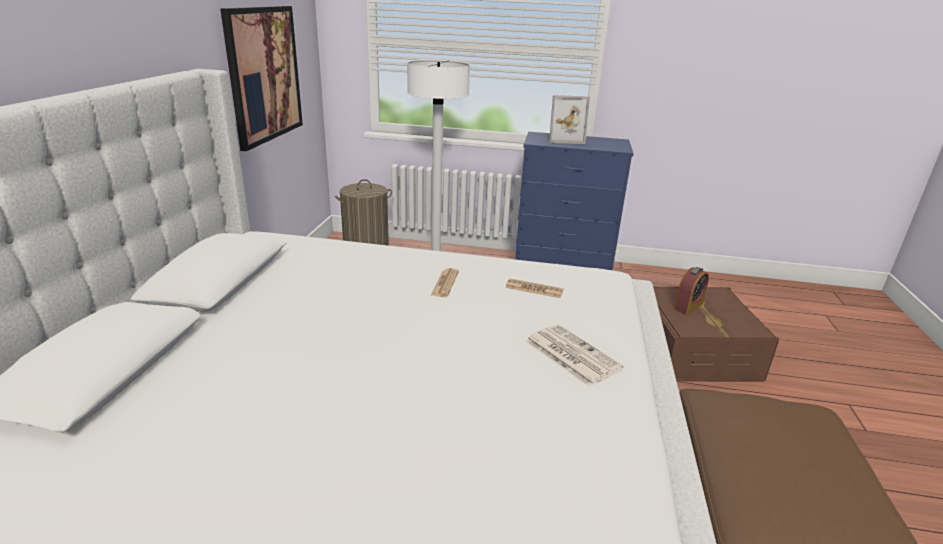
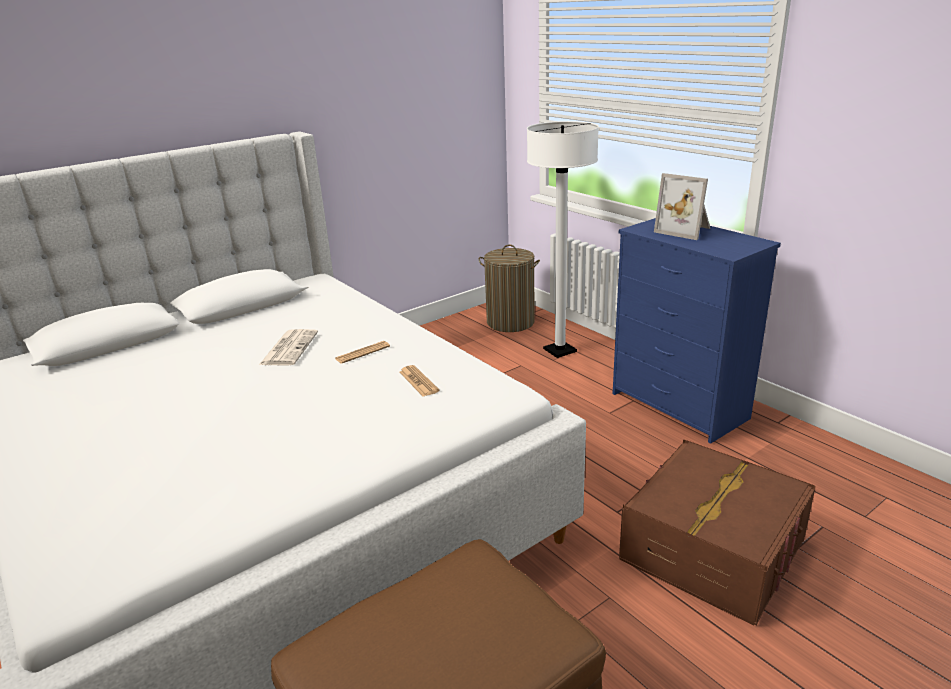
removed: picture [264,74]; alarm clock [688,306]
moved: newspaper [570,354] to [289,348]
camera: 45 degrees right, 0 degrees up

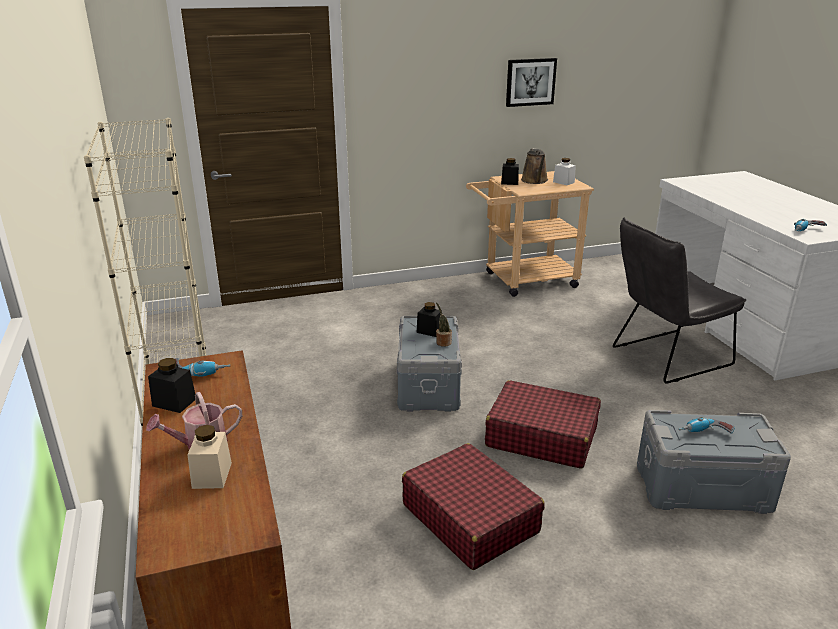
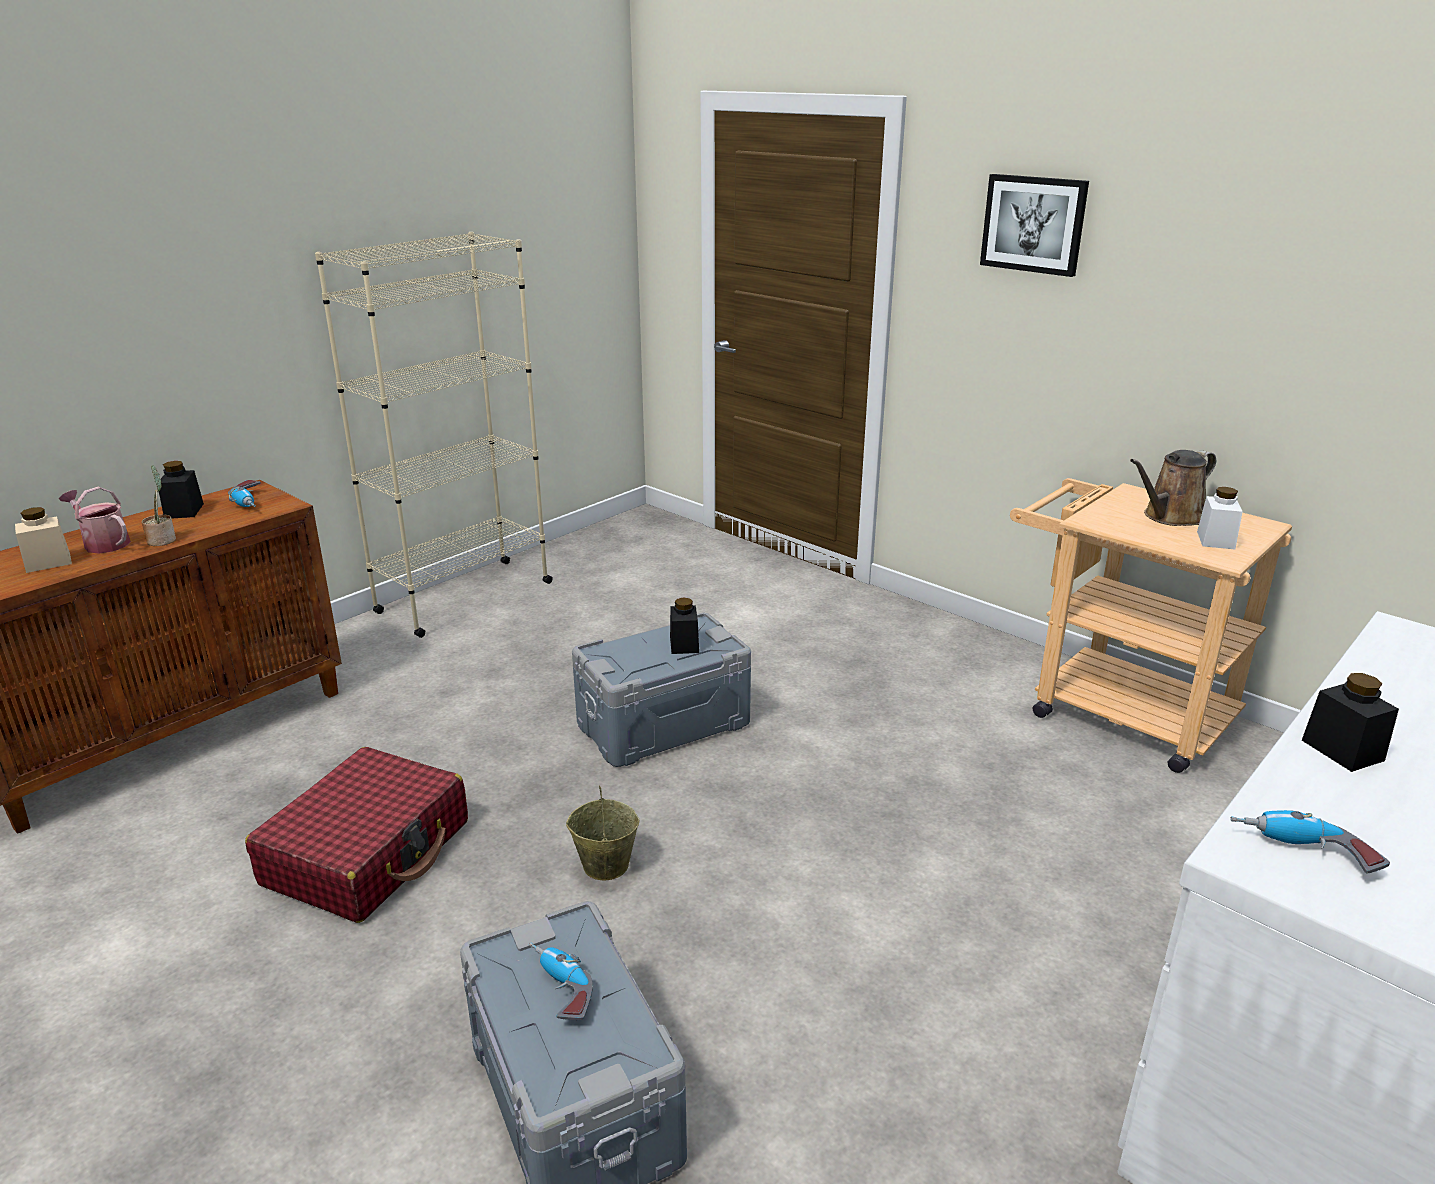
removed: chair (grey) [665,358]
moved: potted plant [442,342] to [163,540]; jar (black) [509,182] to [1342,750]; picture [530,82] to [1034,224]
replaced: suitcase (red) [541,436] to bucket (beige) [604,865]
camera: 60 degrees right, 0 degrees up

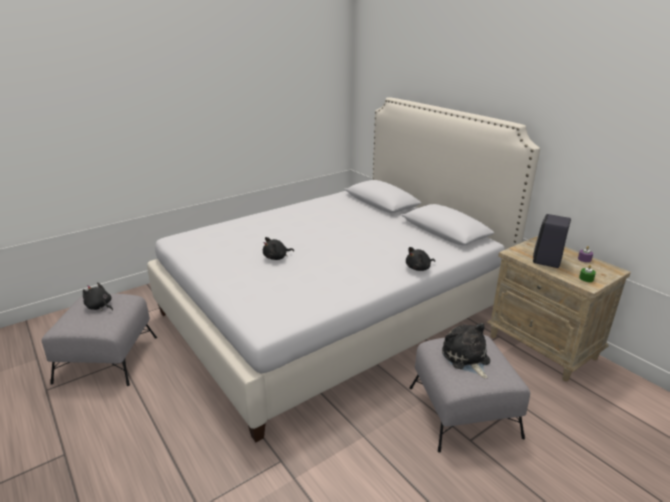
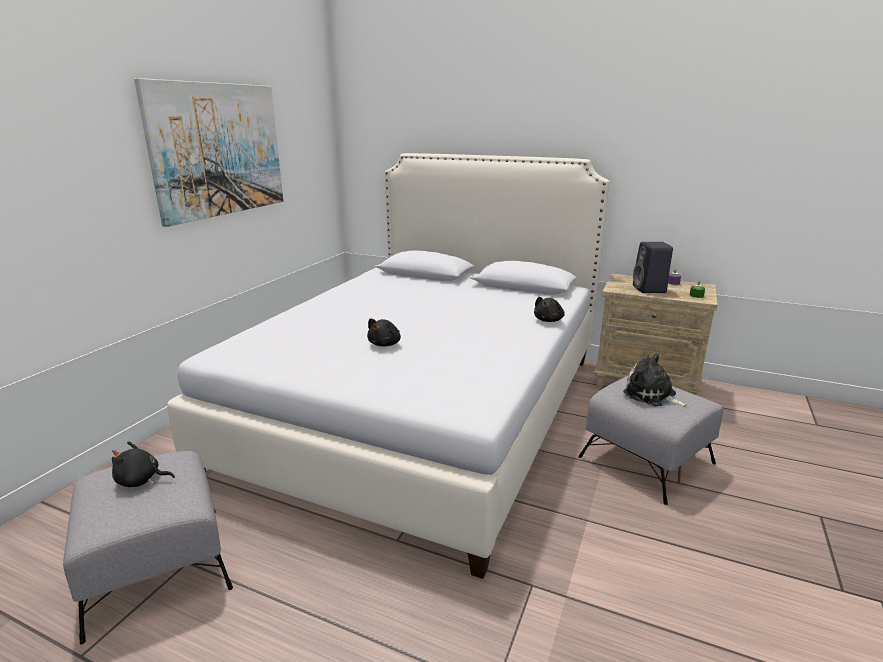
added: picture [218,150]
camera: 30 degrees left, 5 degrees down

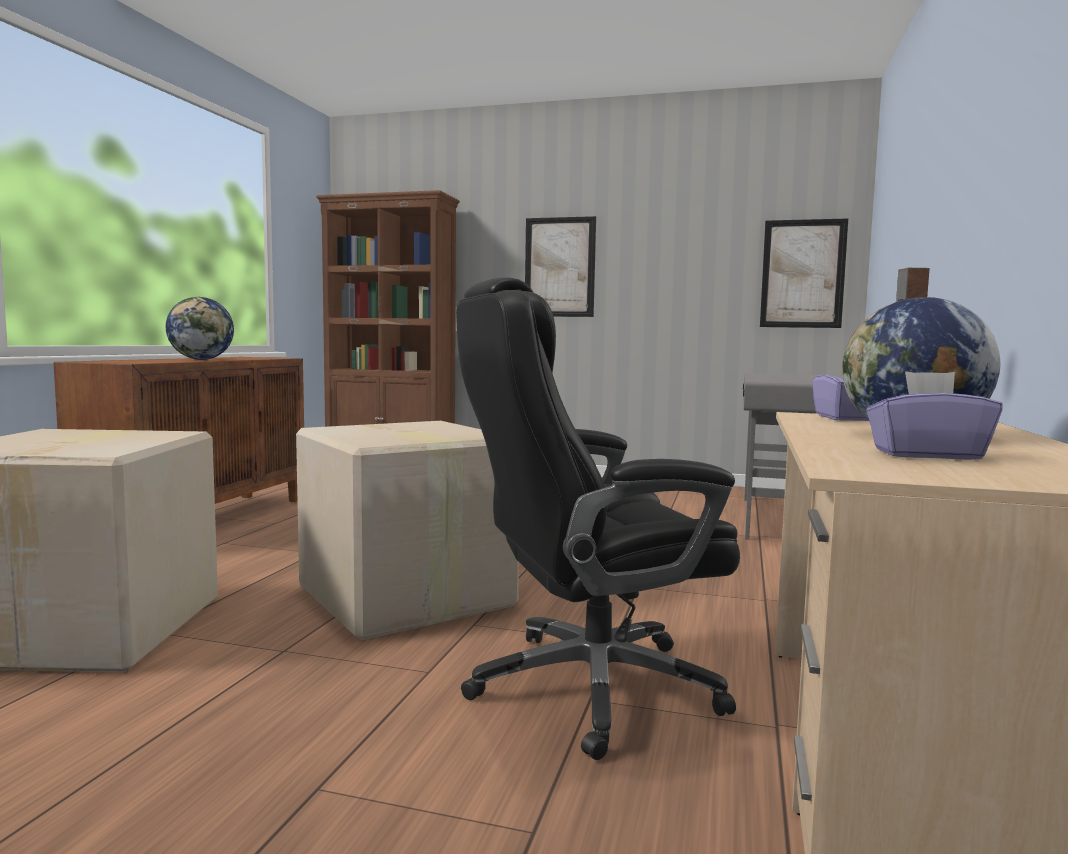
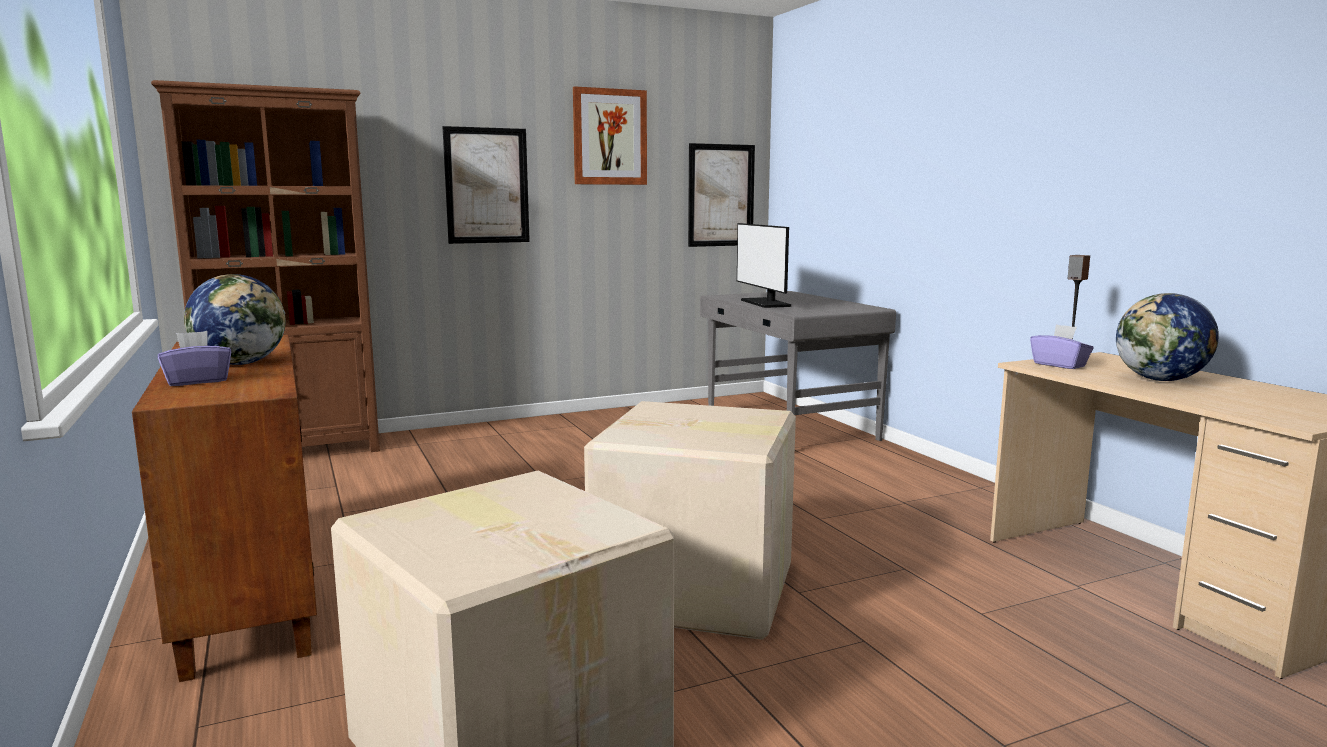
removed: office chair (black) [588,687]
added: picture [609,137]; monitor [765,303]
moved: tissue box (purple) [926,454] to [197,381]
camera: 40 degrees left, 5 degrees up

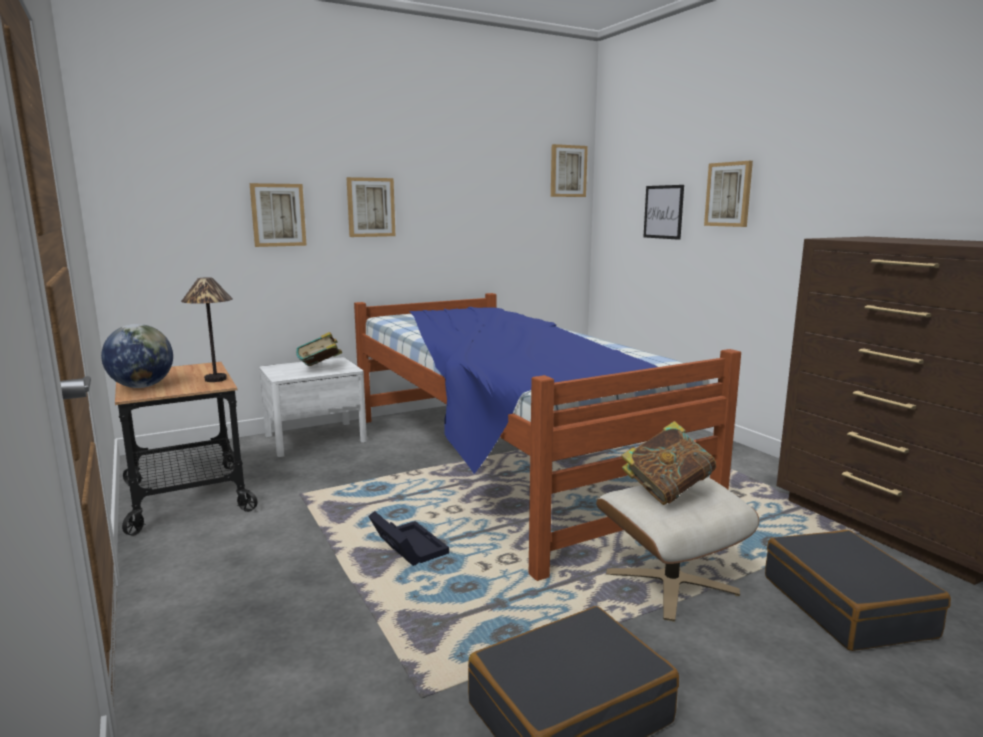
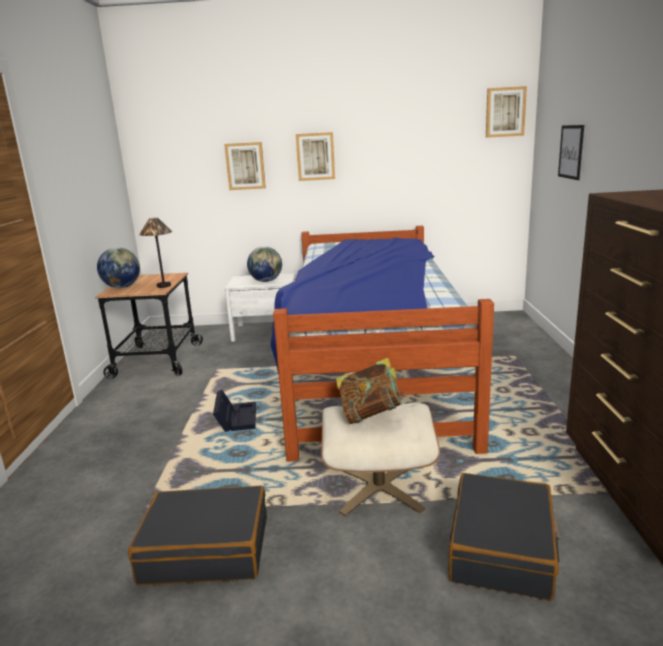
removed: picture [729,194]
replaced: book [320,368] to globe [266,281]
camera: 30 degrees right, 5 degrees up

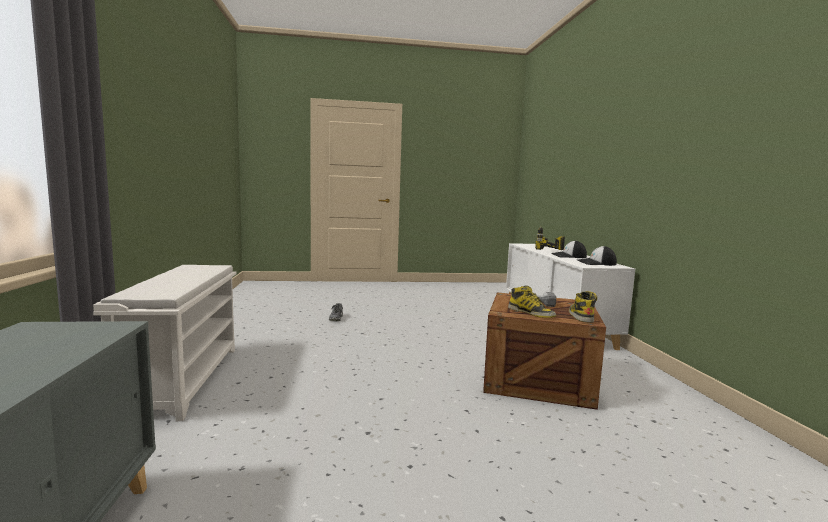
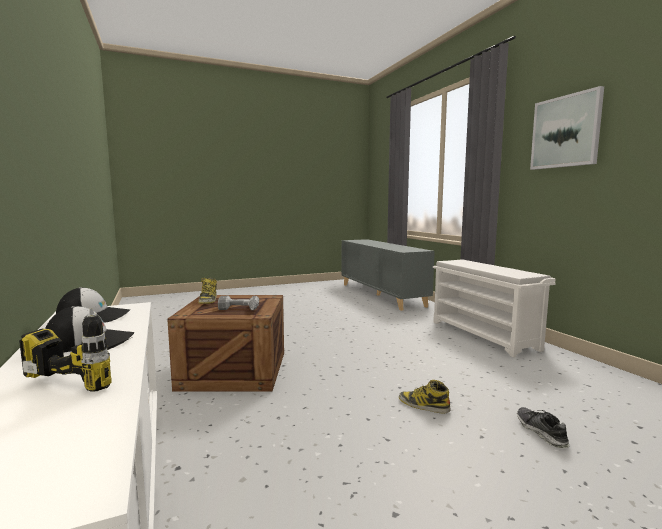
added: picture [565,131]
moved: boot [531,313] to [423,405]
camera: 165 degrees right, 0 degrees up

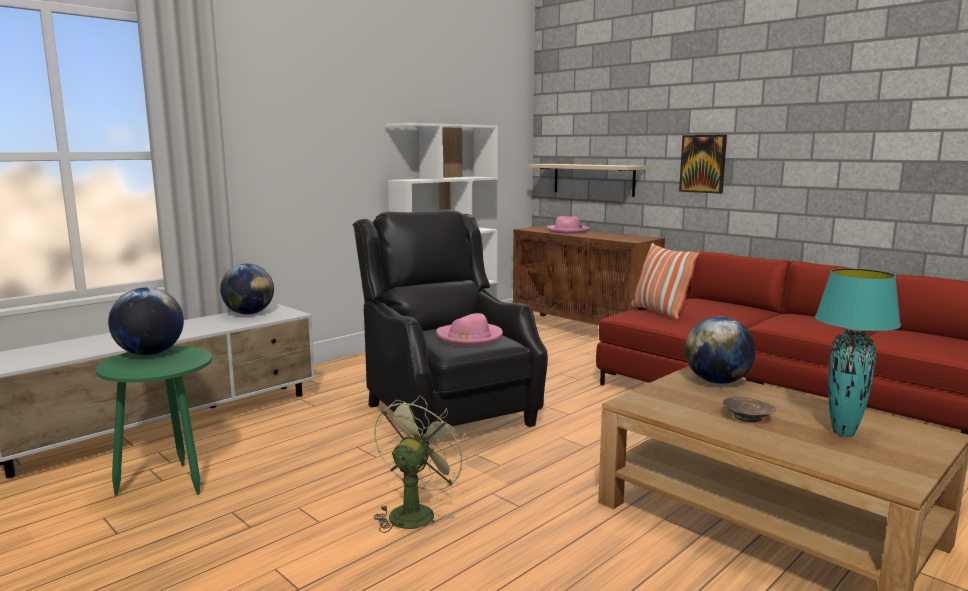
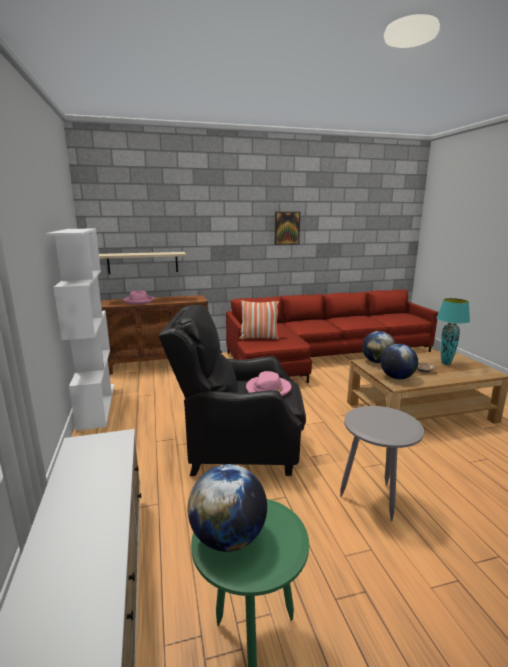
moved: globe [249,313] to [397,378]; picture [703,163] to [287,228]
replaced: fan (green) [415,512] to side table (grey) [374,502]
camera: 60 degrees left, 5 degrees up

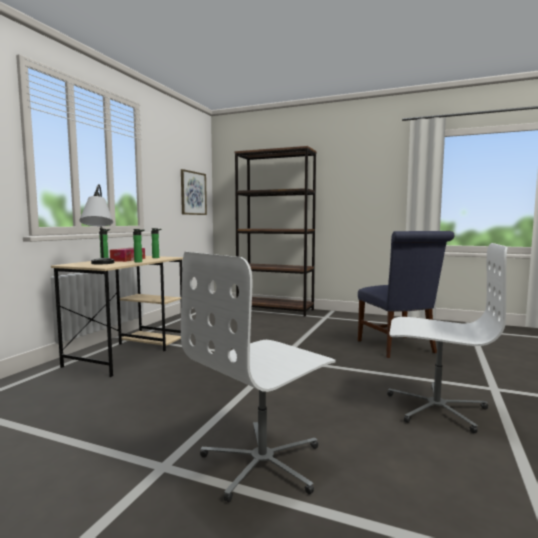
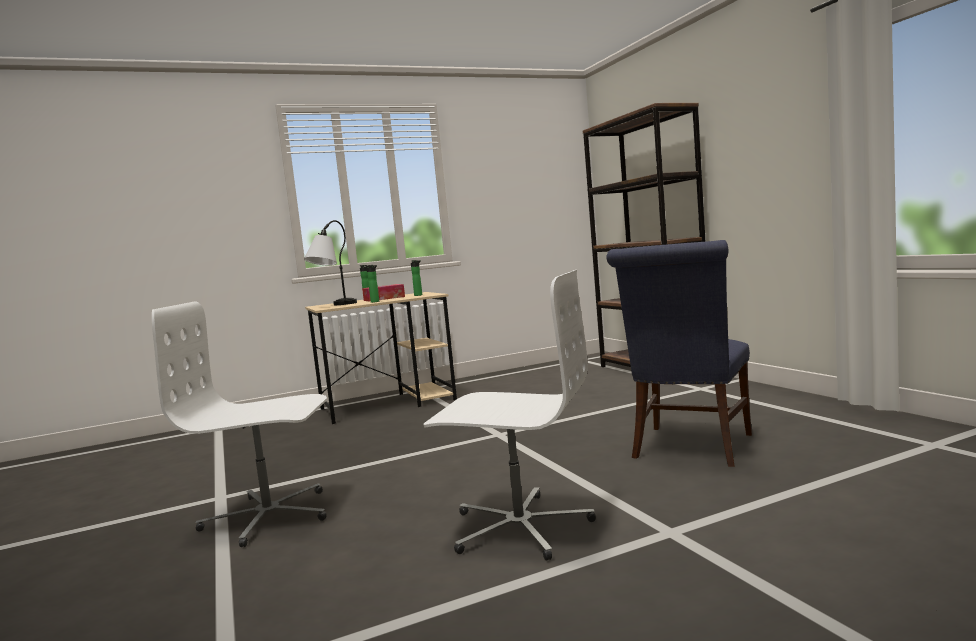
removed: picture [193,193]
turned: office chair (white) [435,408] = [519,527] 45 degrees counterclockwise
camera: 45 degrees right, 0 degrees up

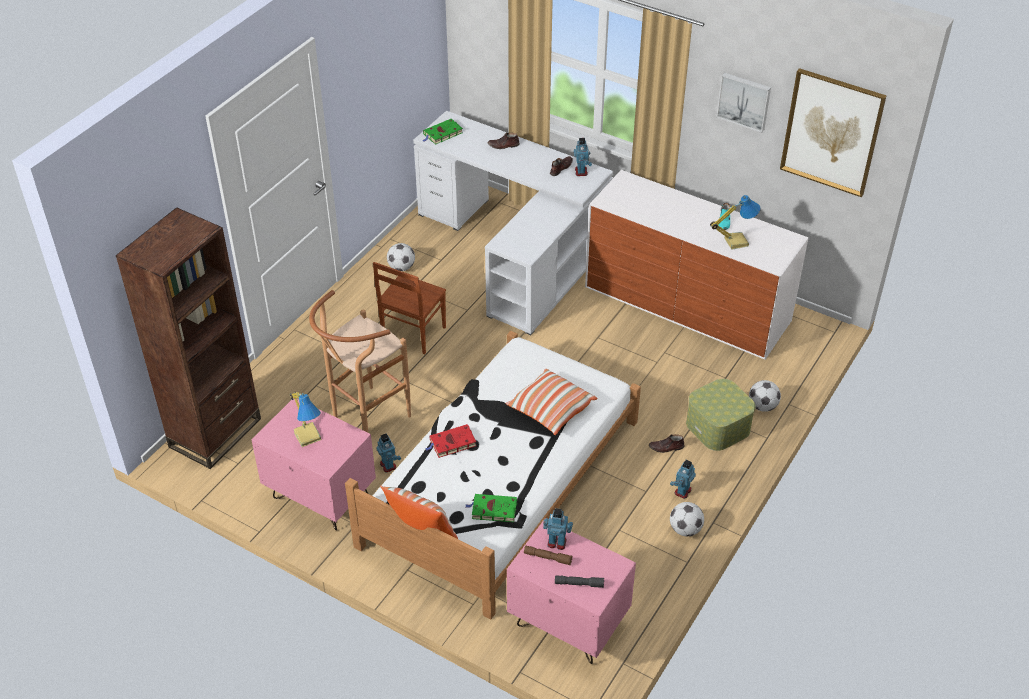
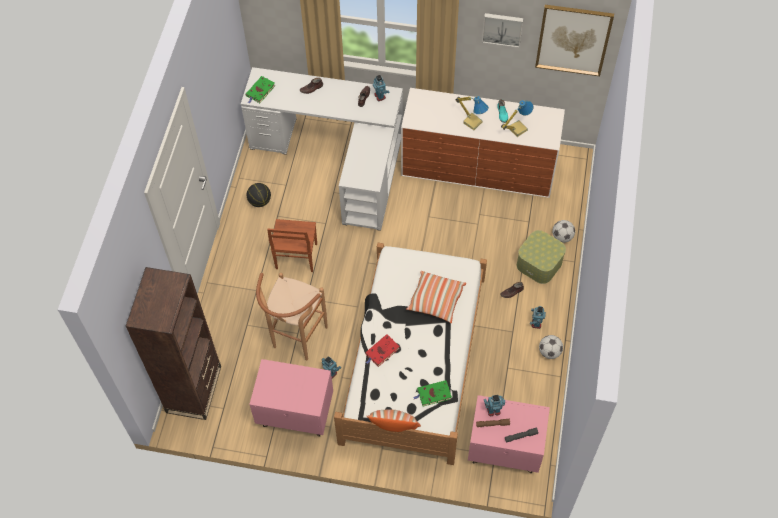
moved: table lamp [308,435] to [473,122]
replaced: football [401,267] to basketball [260,201]
camera: 20 degrees left, 15 degrees up

